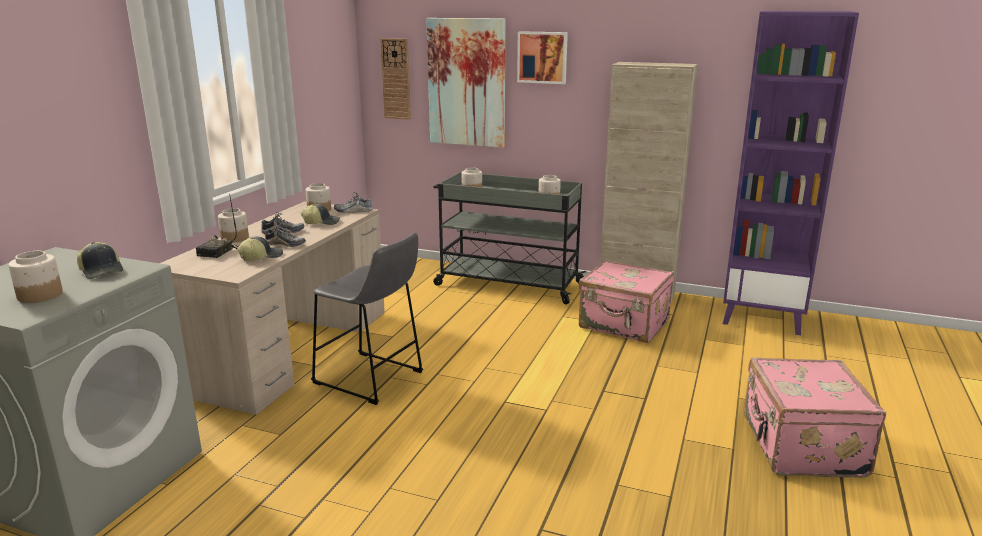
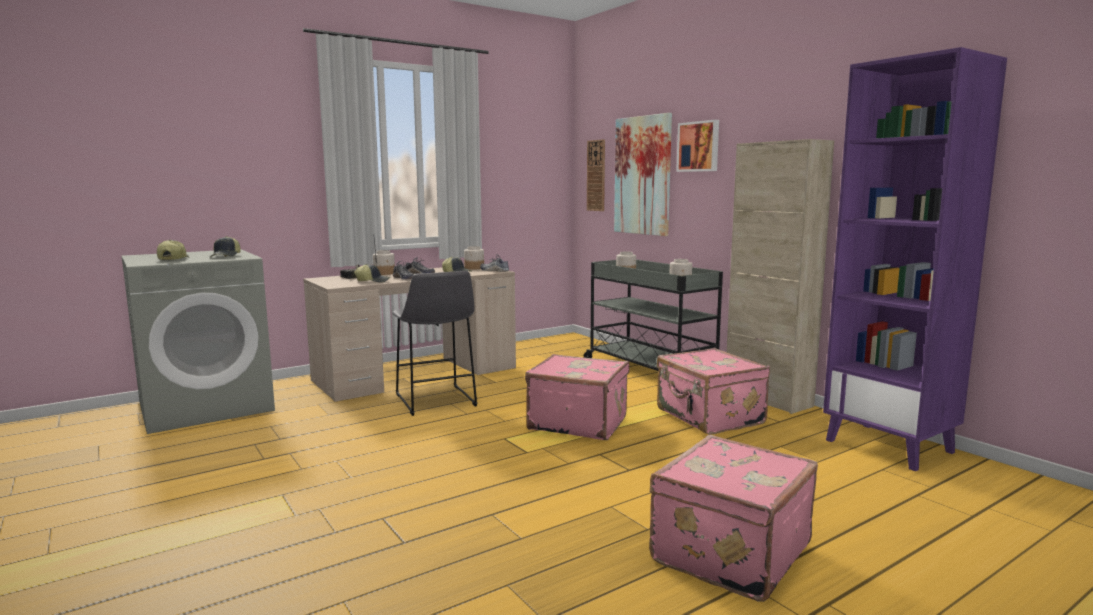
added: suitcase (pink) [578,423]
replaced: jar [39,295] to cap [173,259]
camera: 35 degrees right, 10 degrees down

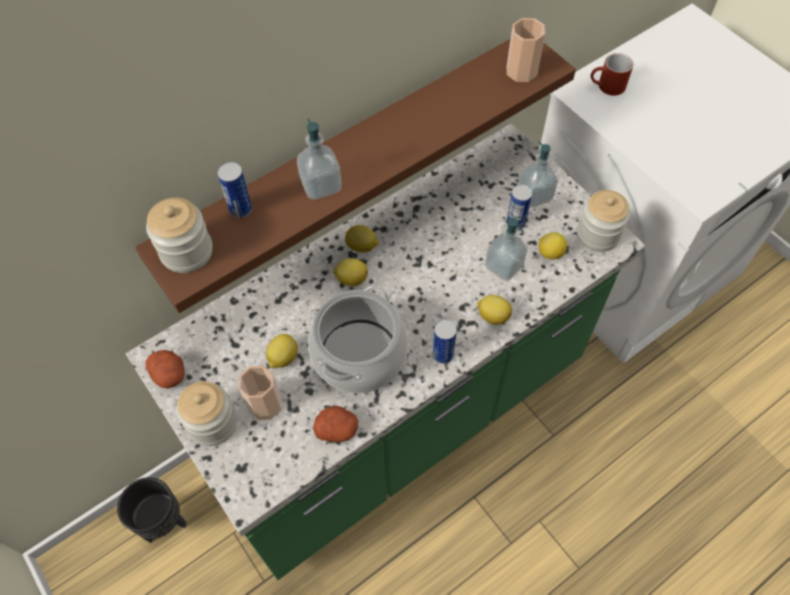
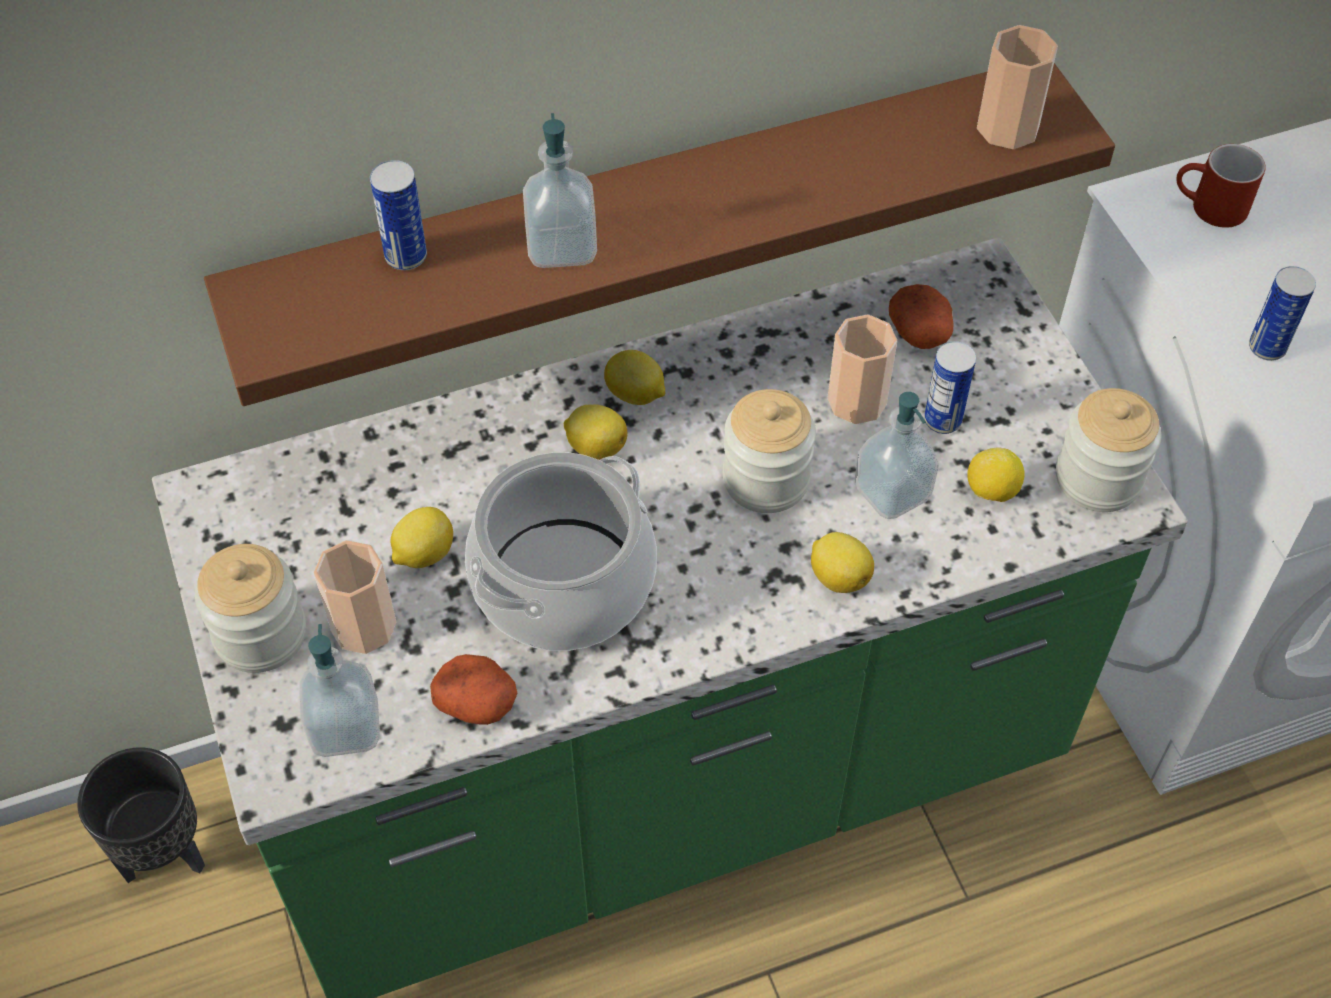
added: cup [857,401]
moved: potato [170,374] to [920,333]; jar [187,252] to [766,479]; can [443,355] to [1267,347]; soap dispenser [534,195] to [345,728]
camera: 15 degrees right, 5 degrees down

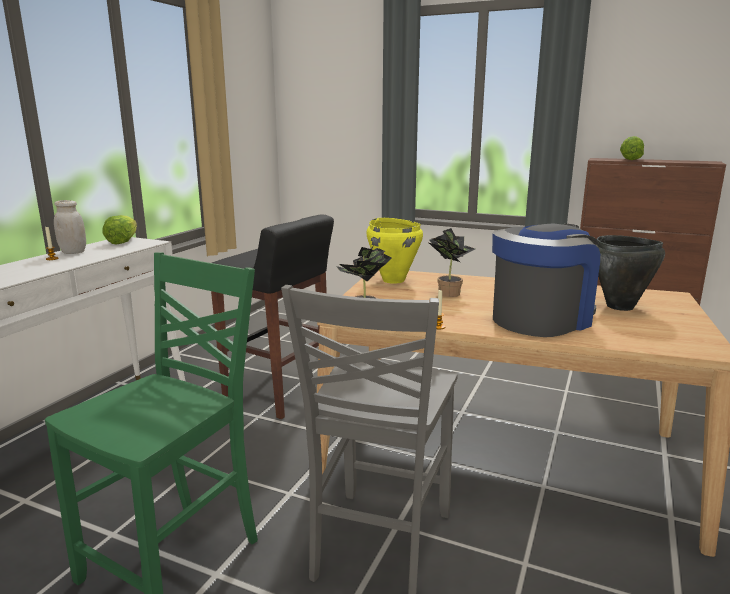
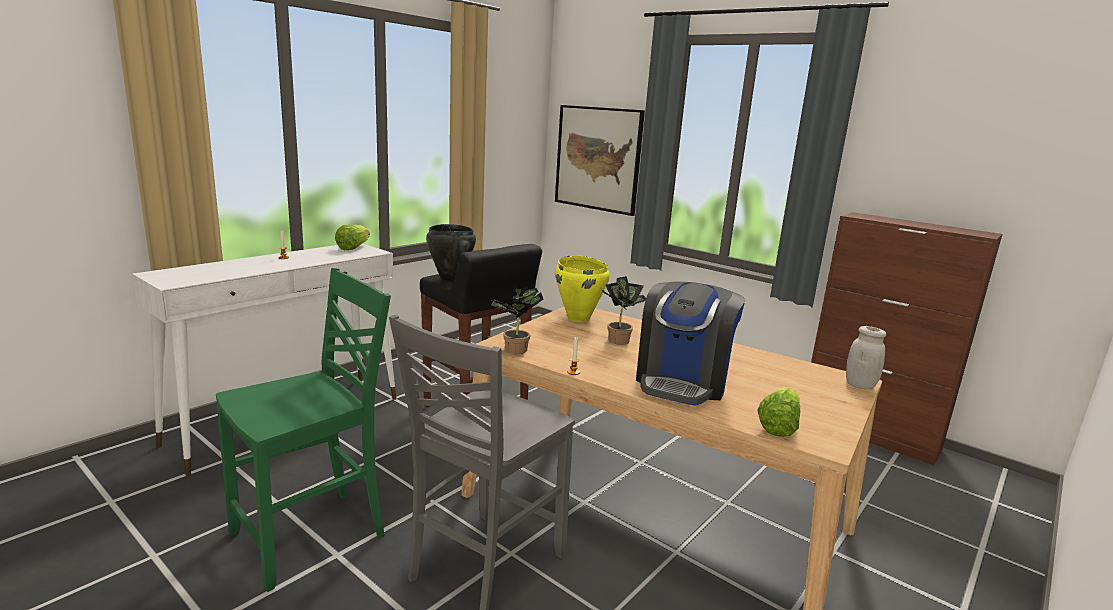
added: picture [598,159]
moved: jar (white) [73,252] to [860,385]; cooking pot (black) [620,307] to [450,280]; lettuce [628,159] to [778,426]
turned: coffee machine [541,319] = [682,382] 135 degrees clockwise
camera: 15 degrees right, 0 degrees up

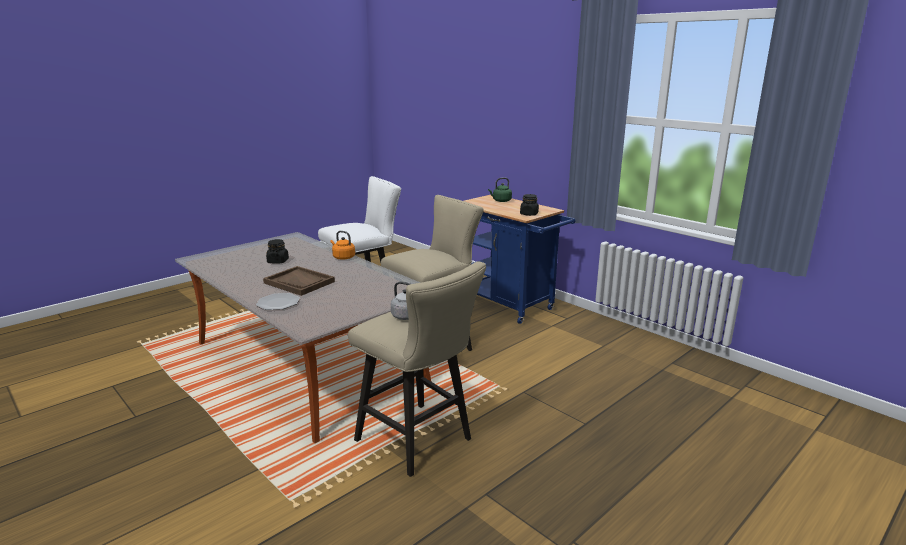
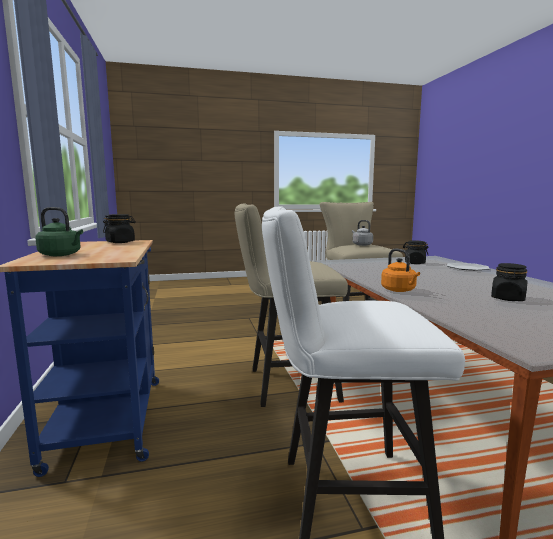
removed: tray (brown) [299,282]
added: jar (black) [414,263]
camera: 150 degrees left, 10 degrees down

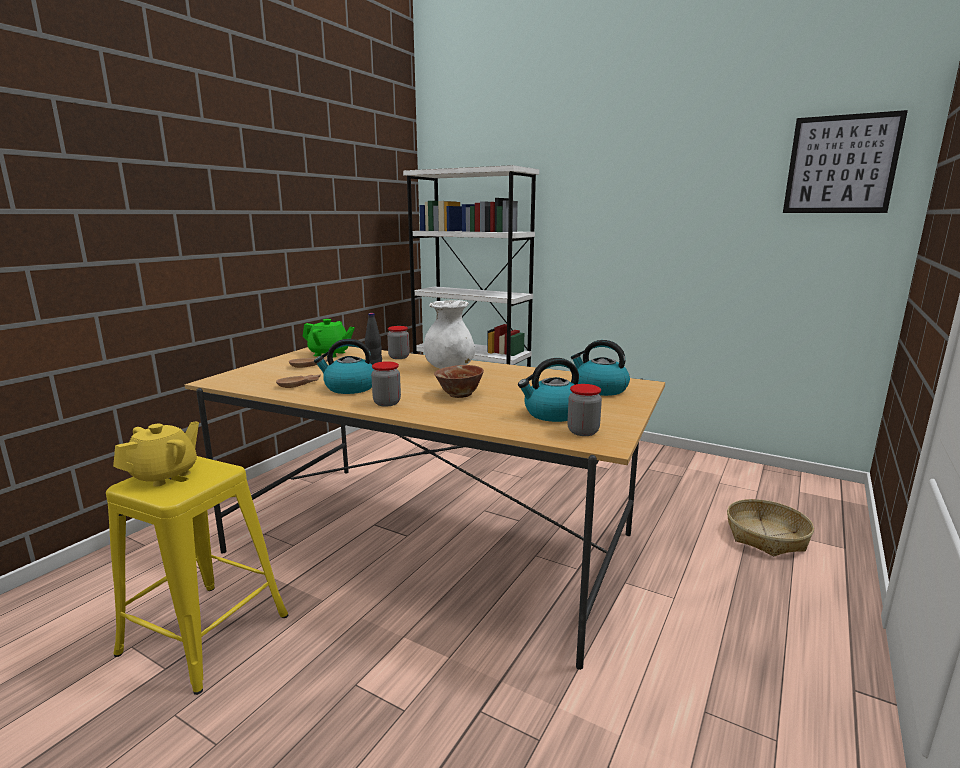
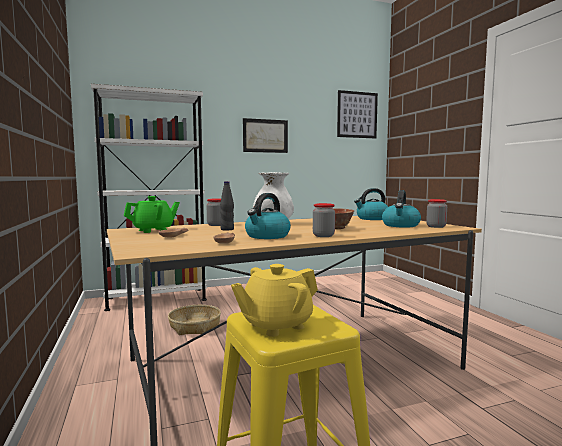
added: picture [265,136]
moved: basket [765,536] to [194,326]
turned: teapot (yellow) [165,475] = [276,325] 105 degrees counterclockwise
camera: 50 degrees left, 10 degrees down

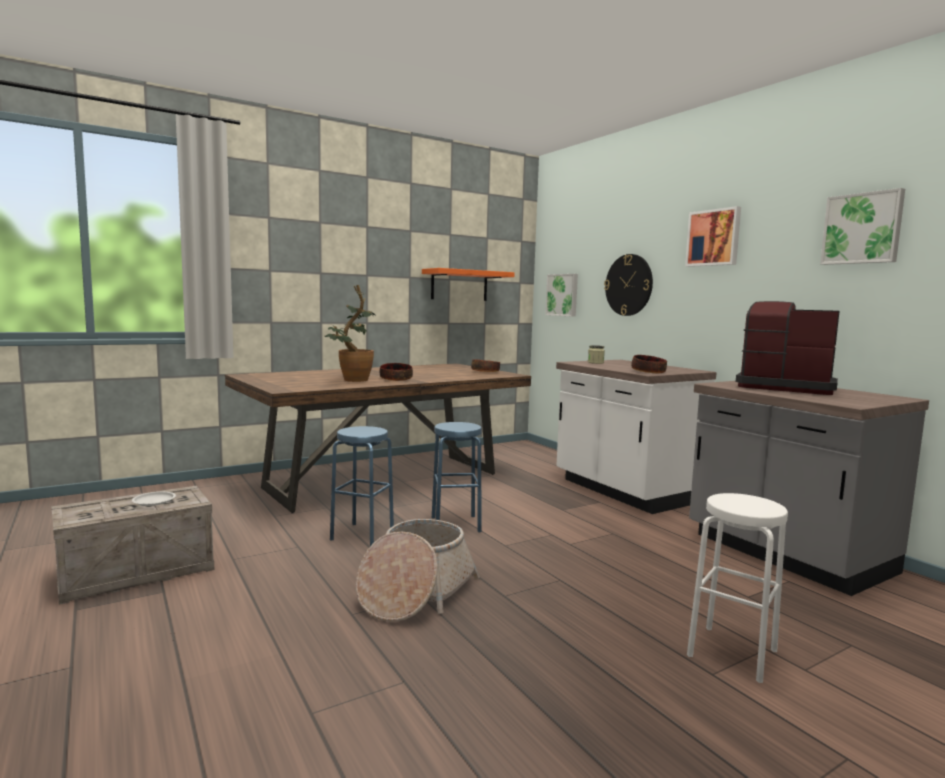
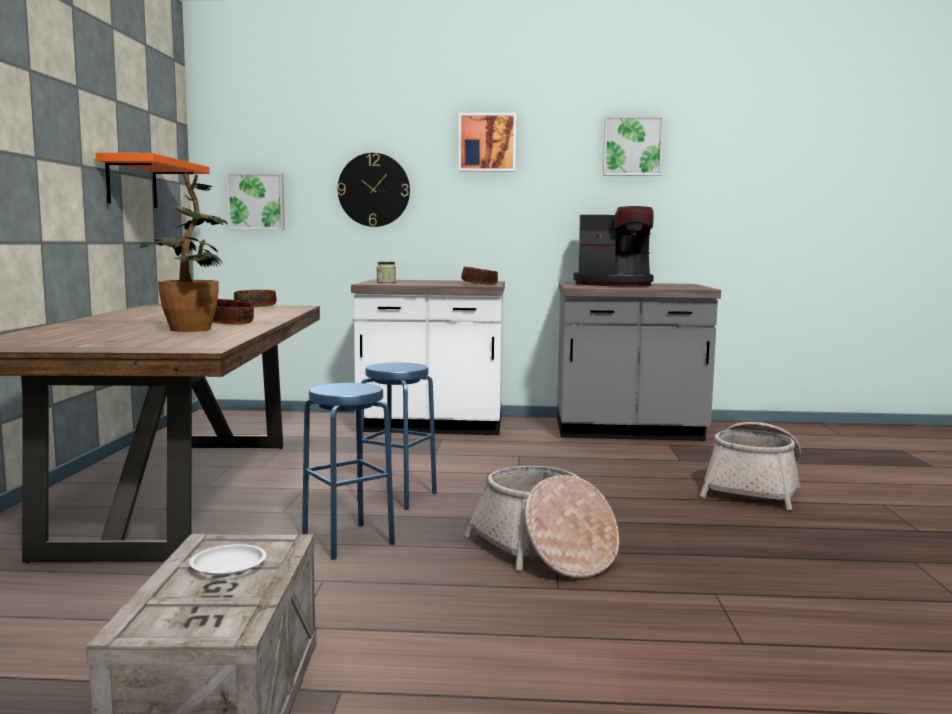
replaced: stool (white) [732,653] to basket [753,488]
turned: coffee machine [784,387] = [613,284] 150 degrees counterclockwise
camera: 55 degrees left, 0 degrees up

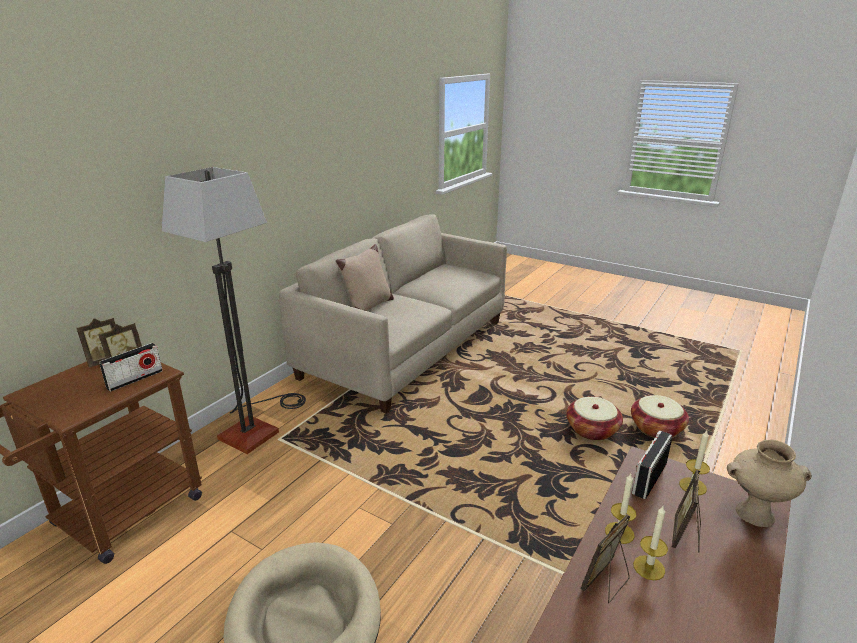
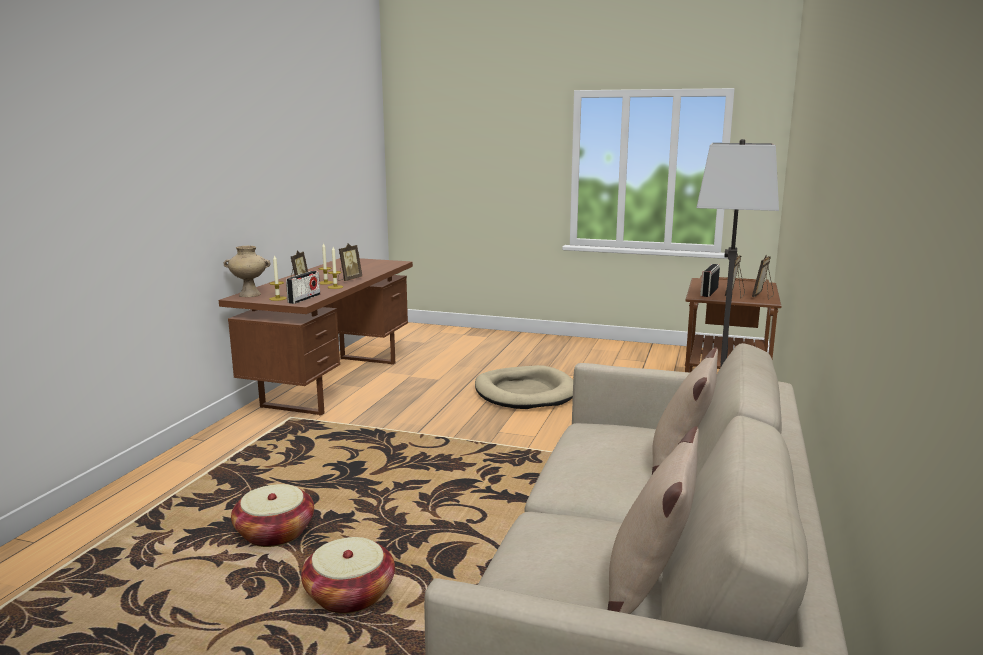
added: pillow (beige) [648,589]
moved: basket [656,428] to [350,595]
camera: 165 degrees right, 10 degrees down

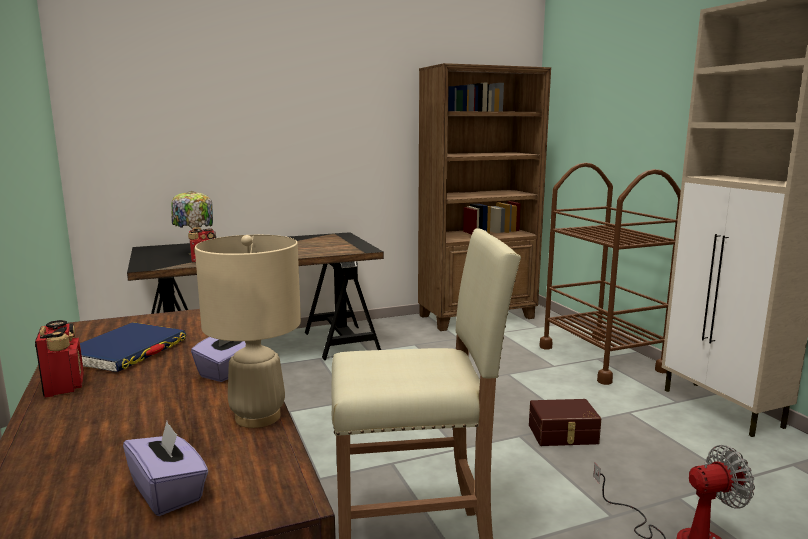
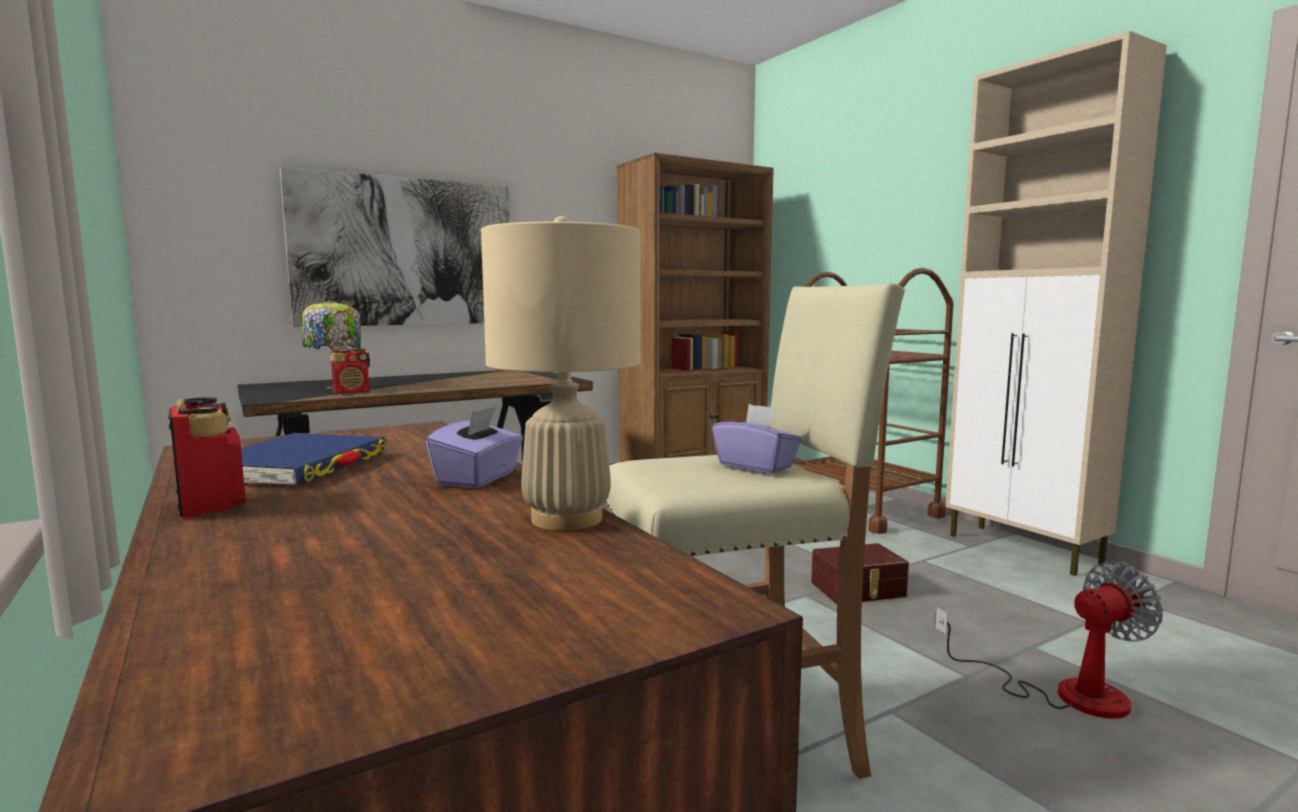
added: picture [406,252]
moved: tissue box (purple) [168,492] to [756,466]
camera: 10 degrees left, 5 degrees down

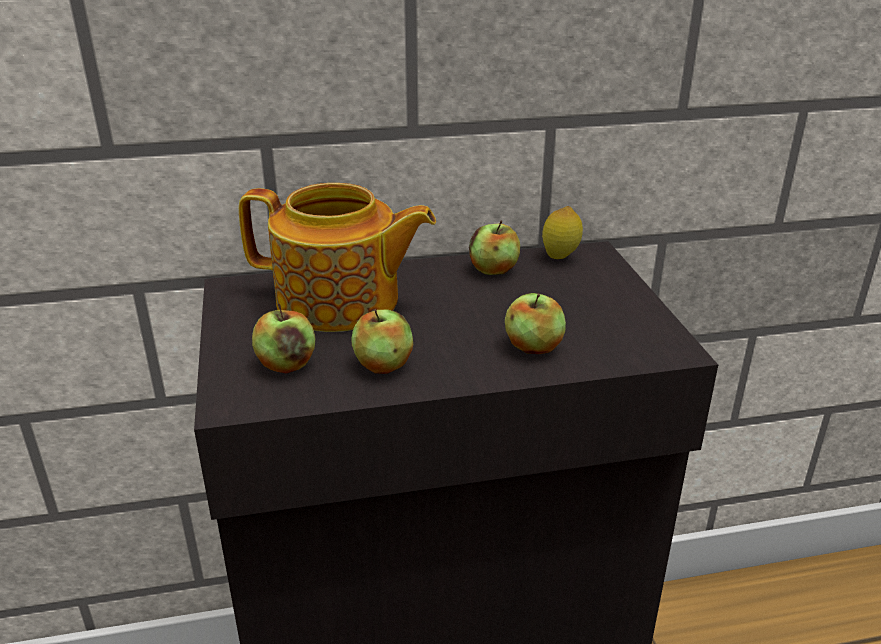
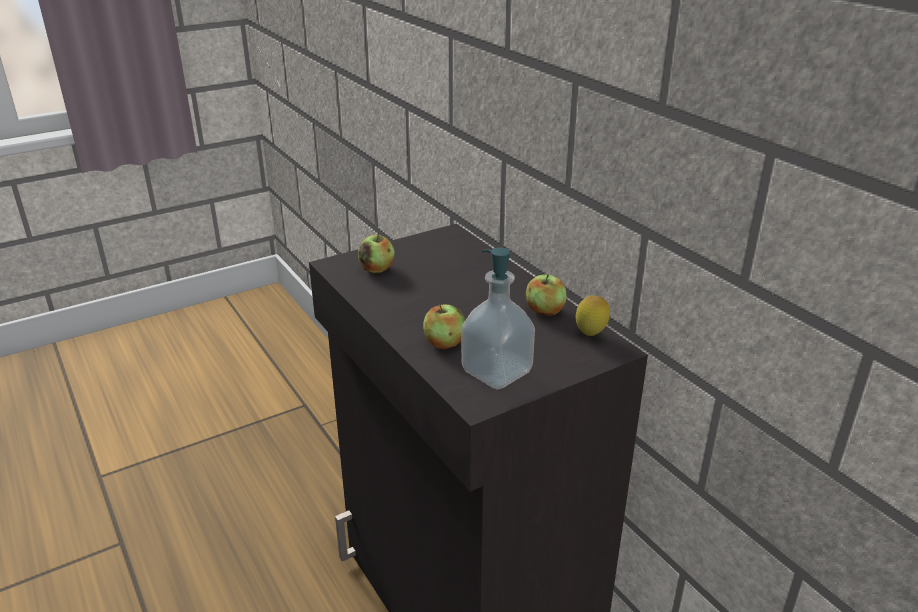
removed: teapot [340,302]; apple [383,365]
added: soap dispenser [496,372]
camera: 70 degrees right, 0 degrees up

